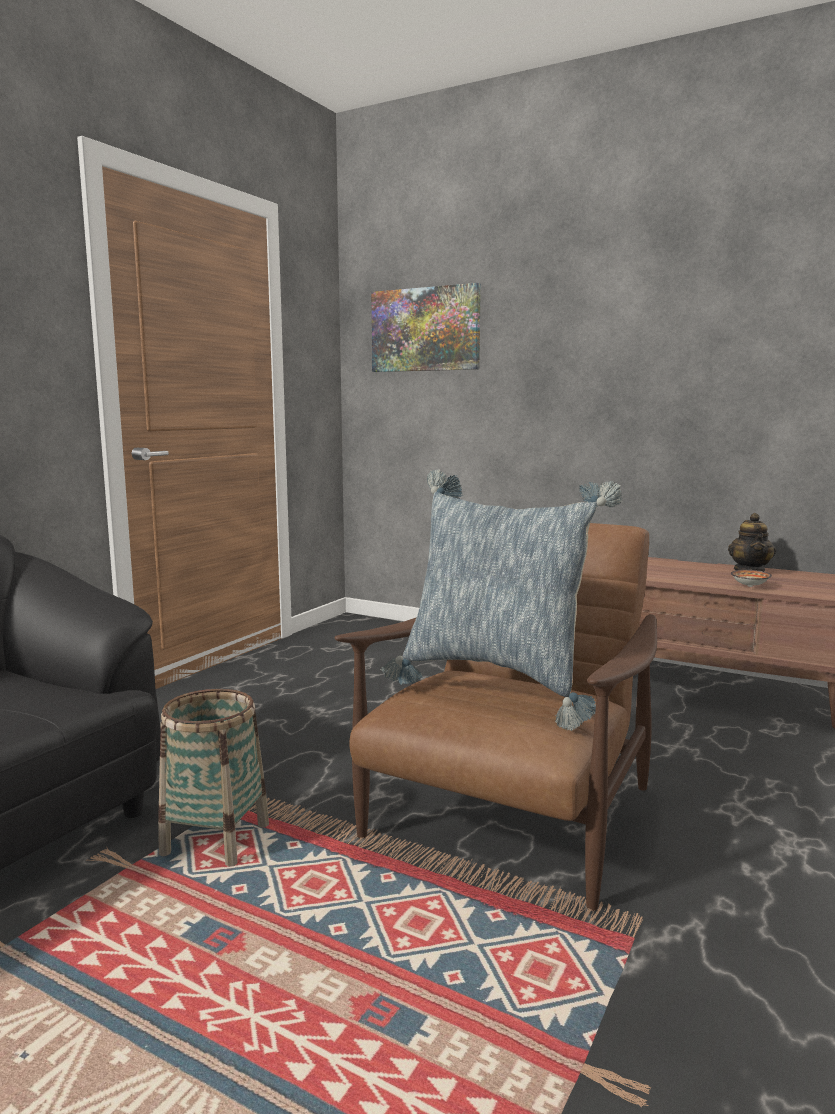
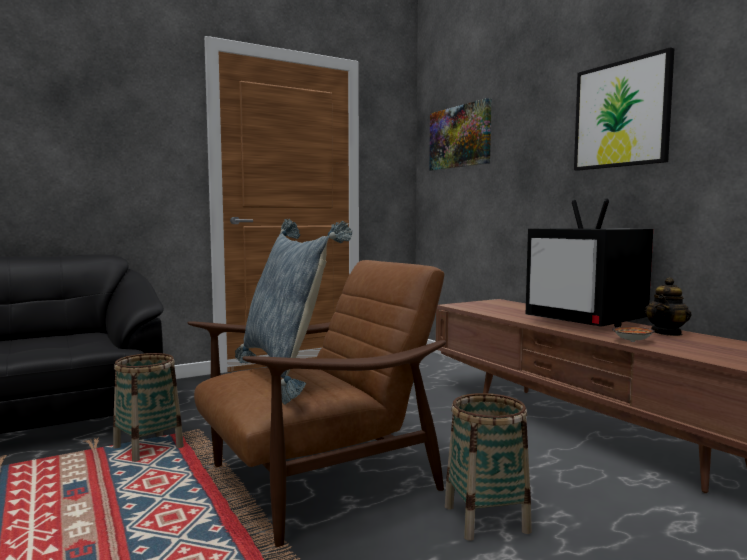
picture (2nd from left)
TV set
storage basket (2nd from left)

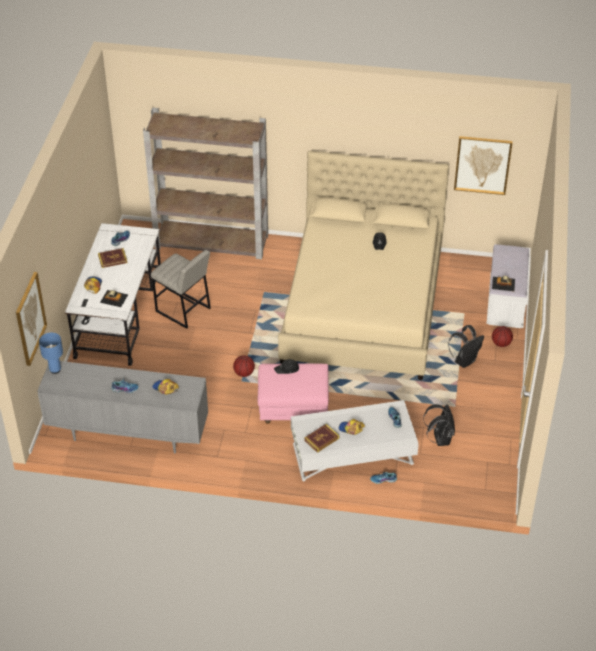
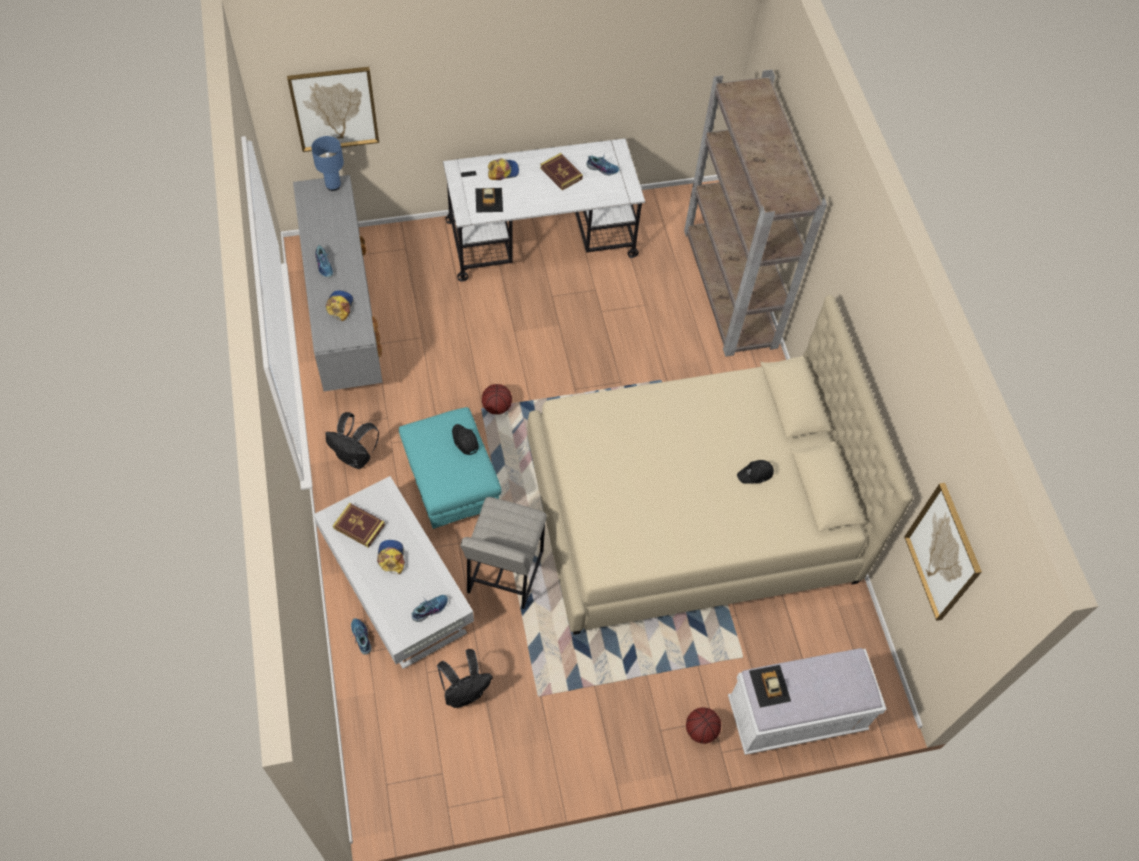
grey plain chair
blackish backpack (1st from left)
turquoise-coloured footrest

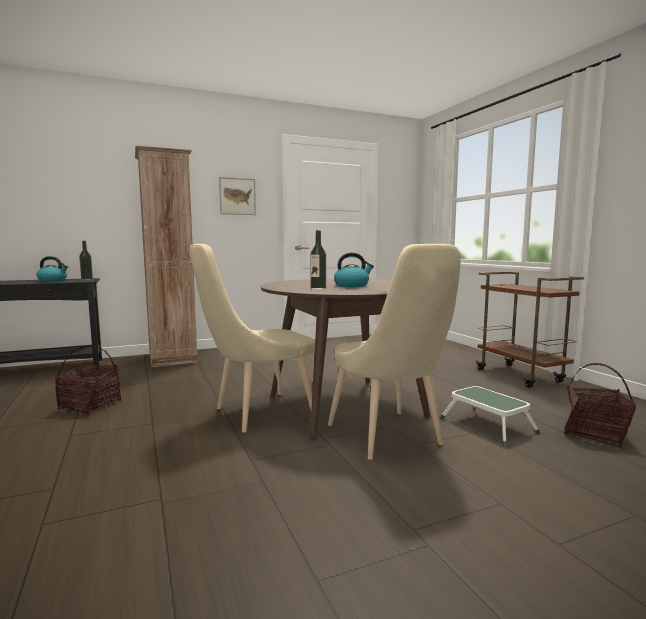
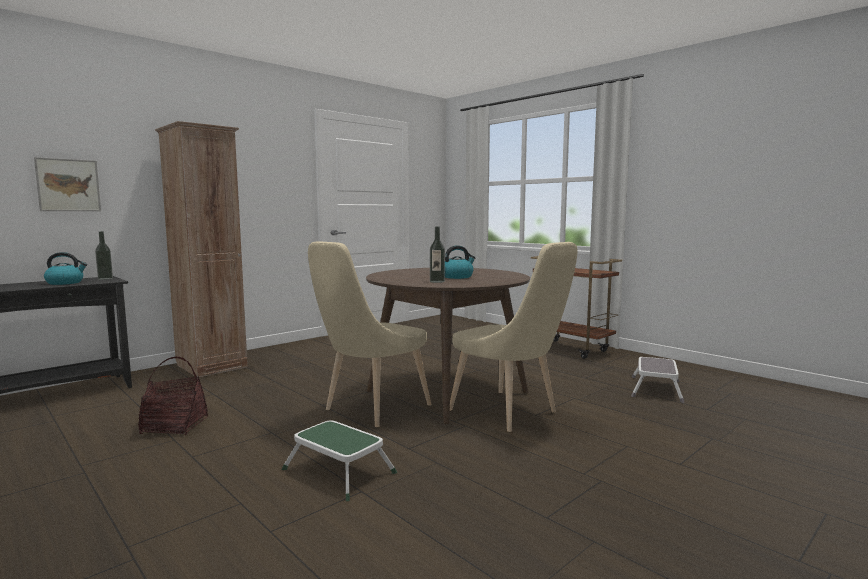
picture
grey stepladder
green stepladder

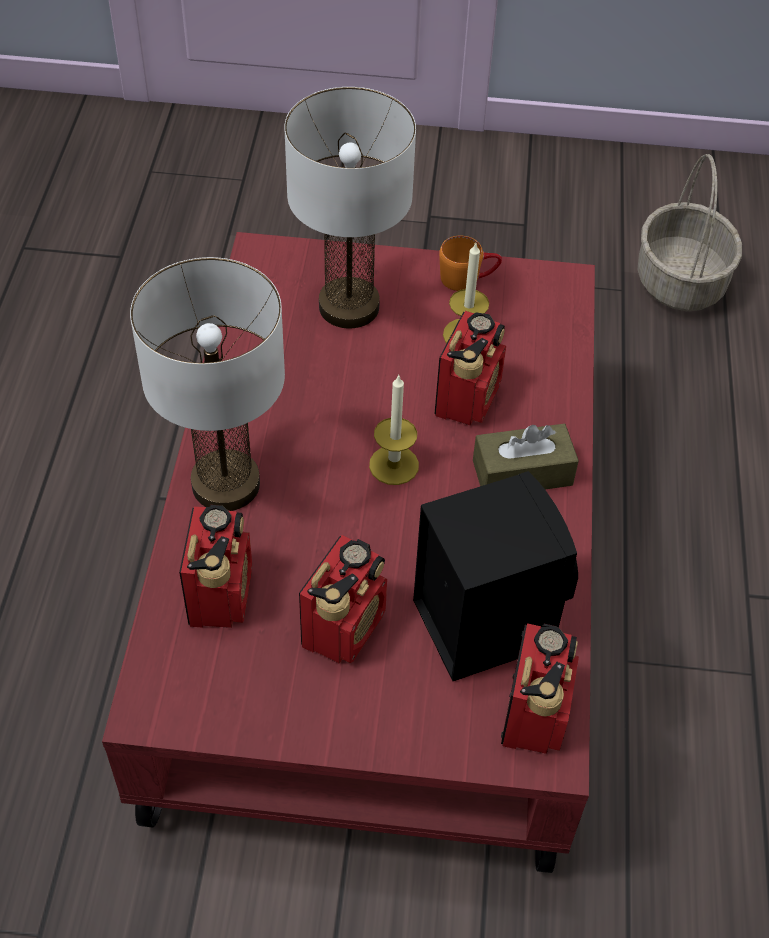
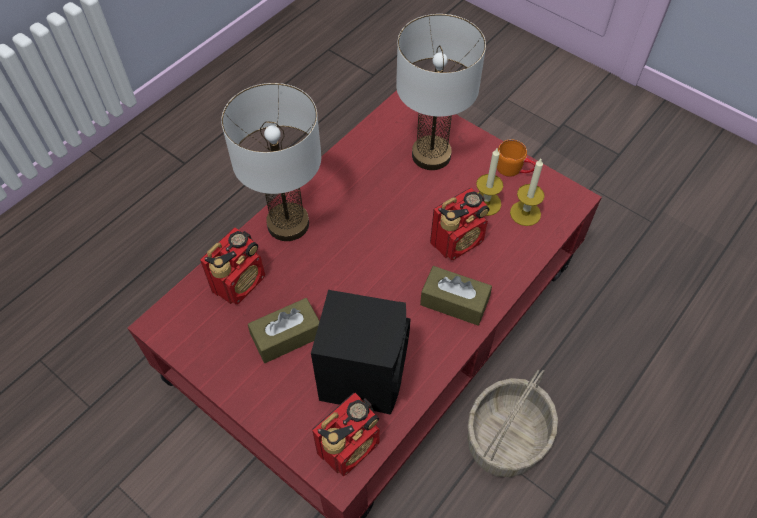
storage basket
candle (2nd from left)
brownish box of tissues (1st from left)

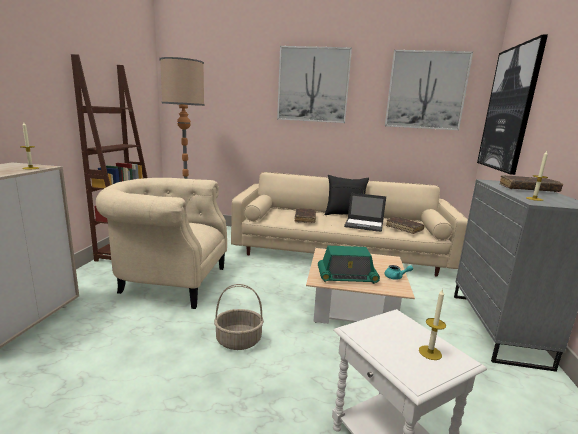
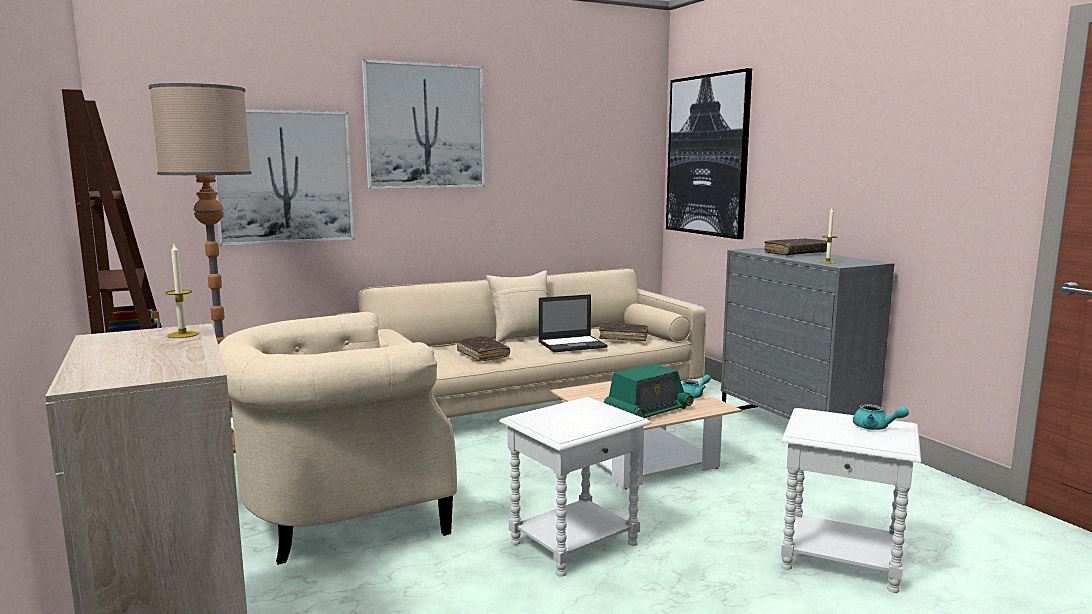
picture (1st from left)
beige-coloured pillow
whitish end table (1st from left)
turquoise-coloured pot for tea (2nd from left)

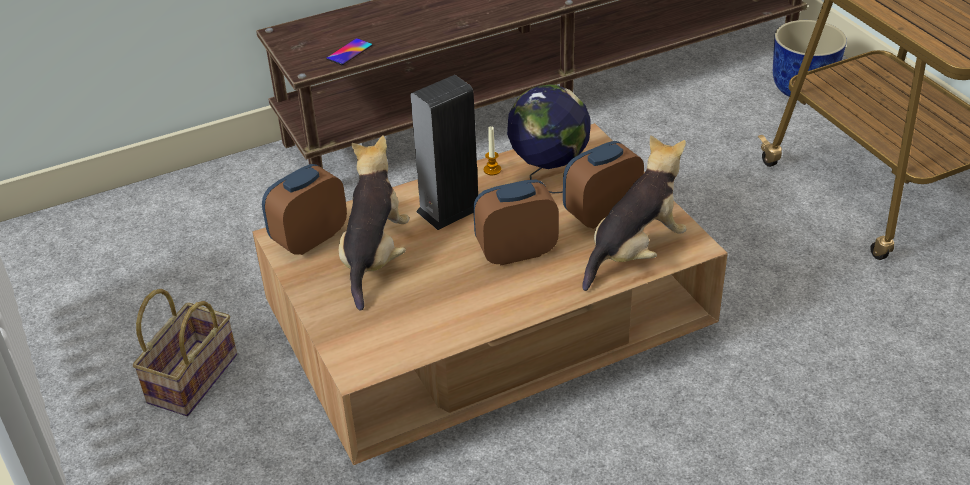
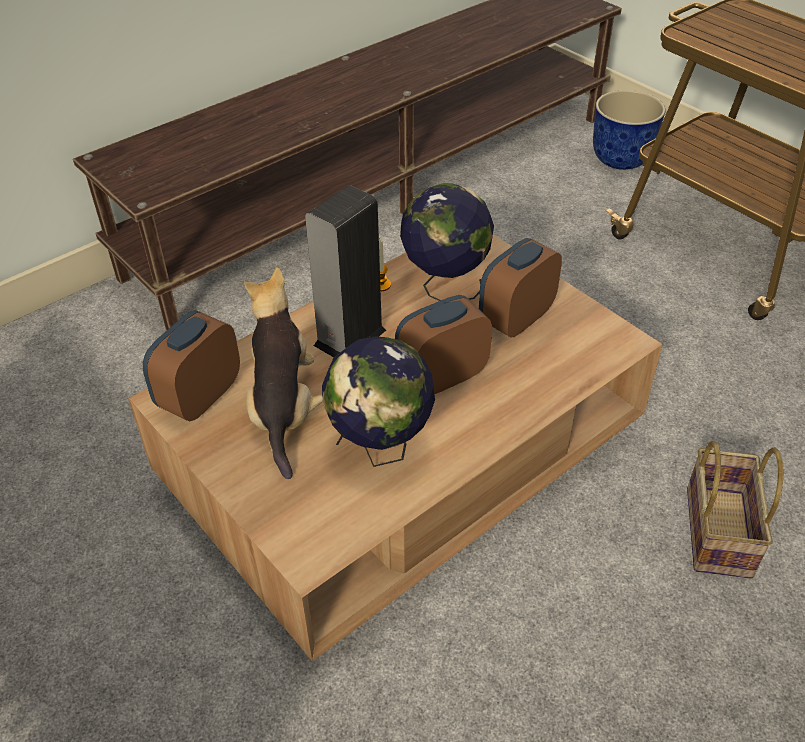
phone
cuddly toy (2nd from left in the first image)
storage basket
desk globe (1st from left)

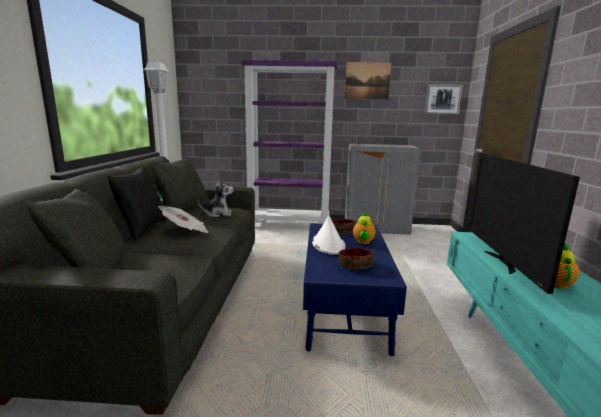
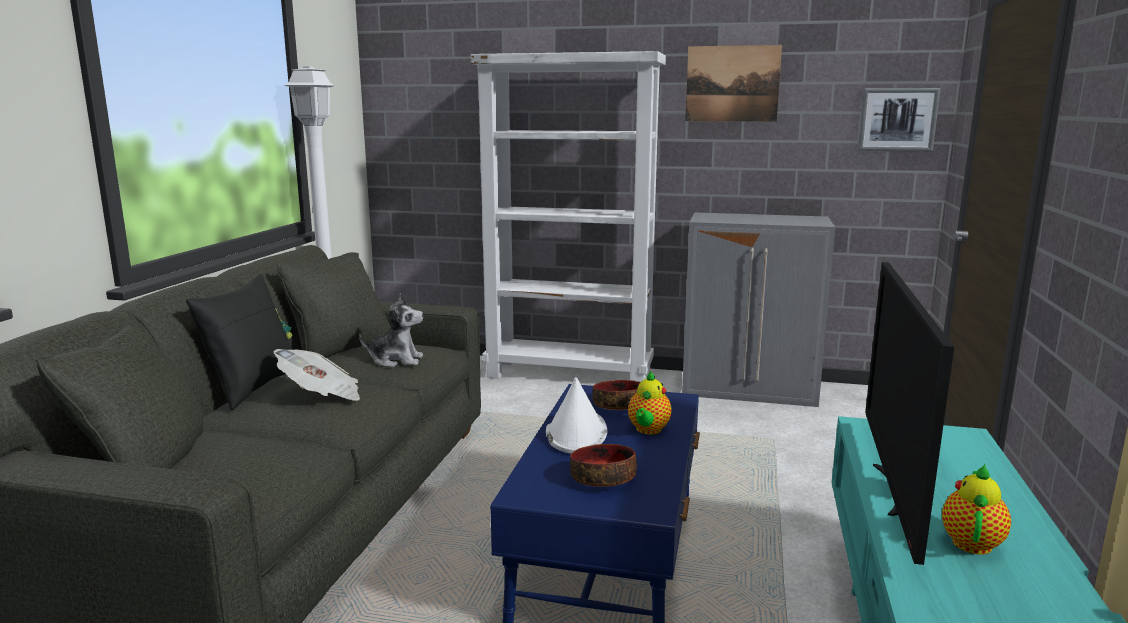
whitish bookshelf

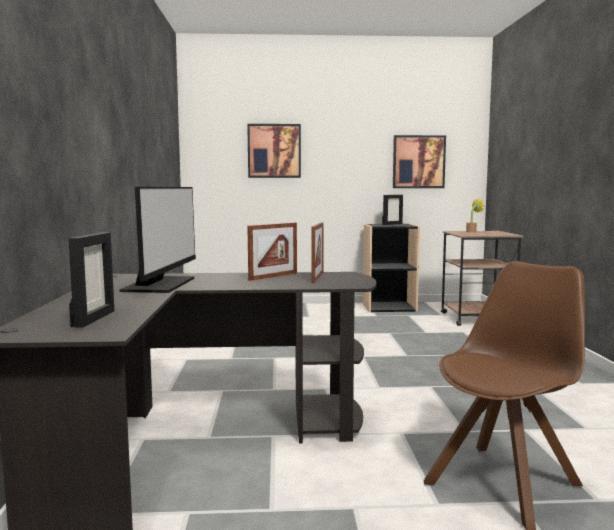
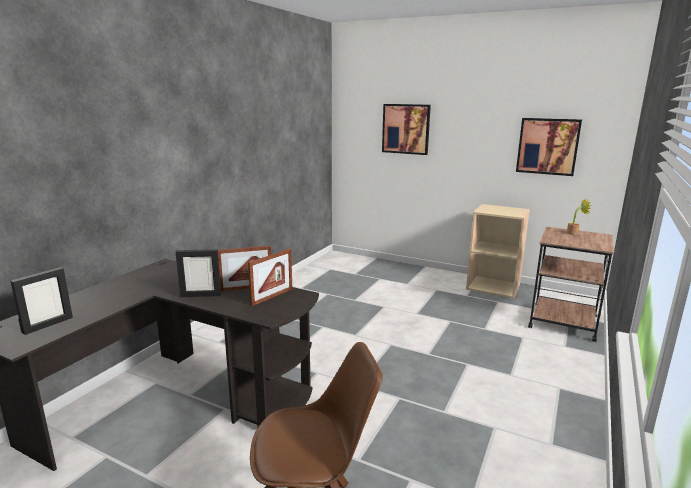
computer display
picture frame (2nd from left)
beige-coloured bookshelf

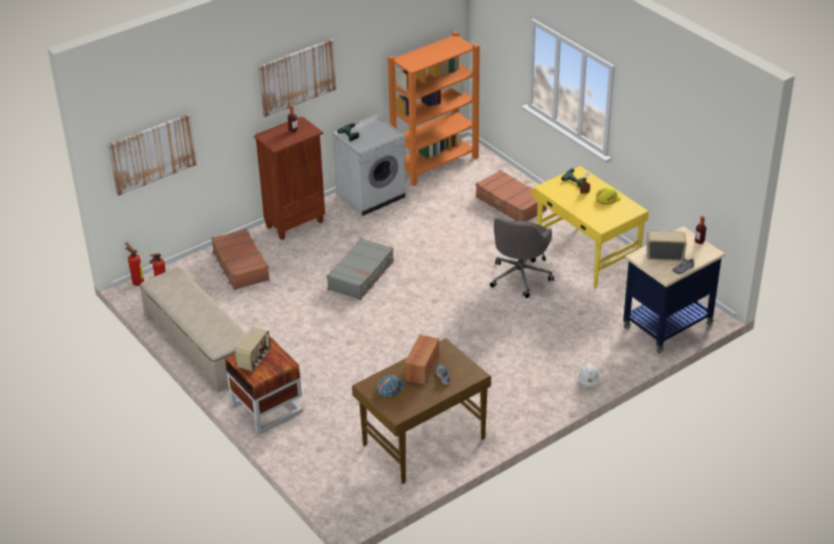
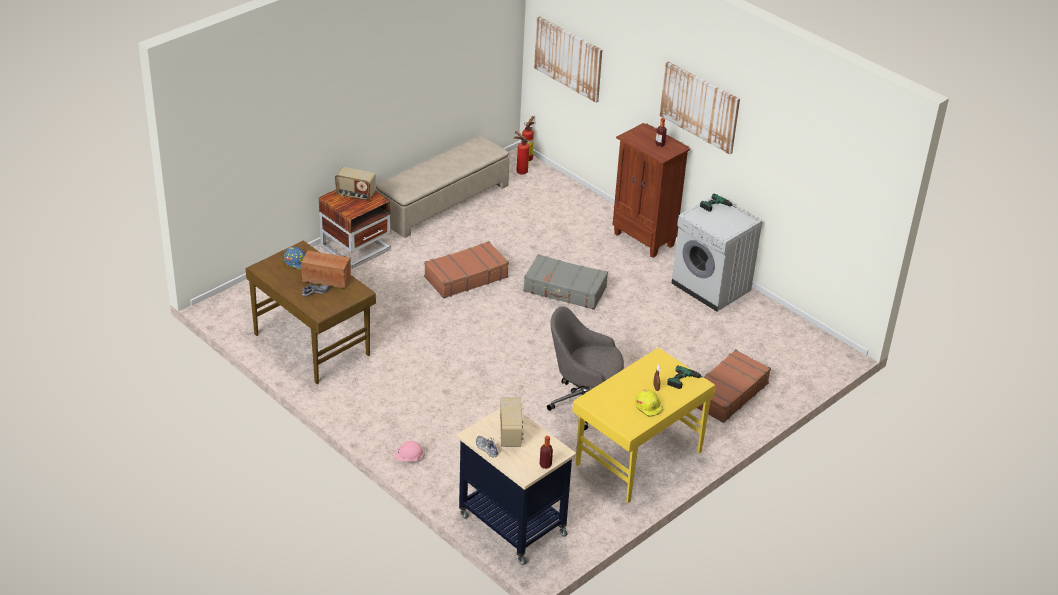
orangey bookshelf
brownish piece of luggage (1st from left)
pinkish hard hat

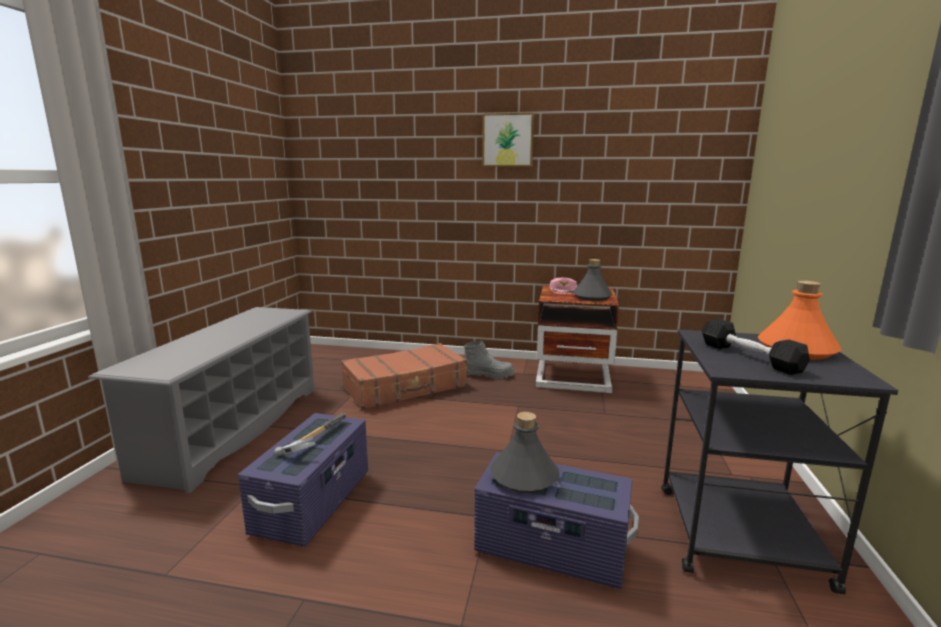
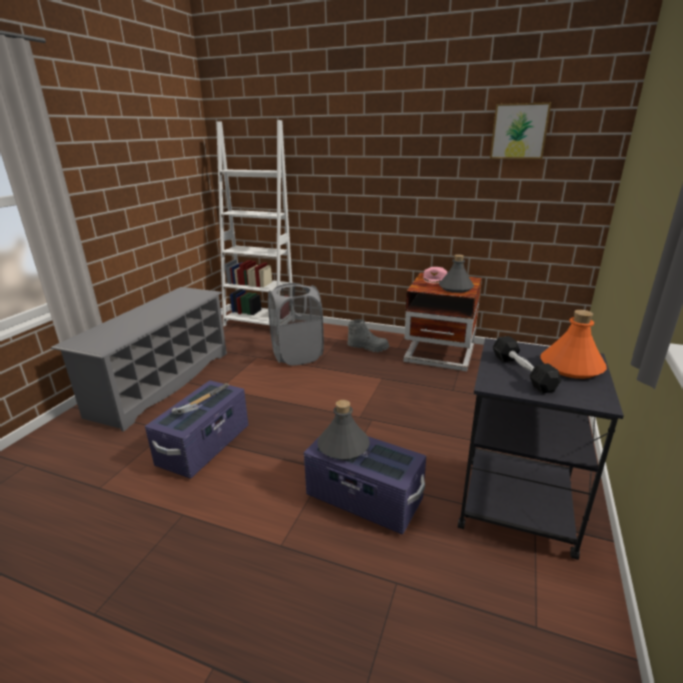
picture
grey hamper
whitish bookshelf

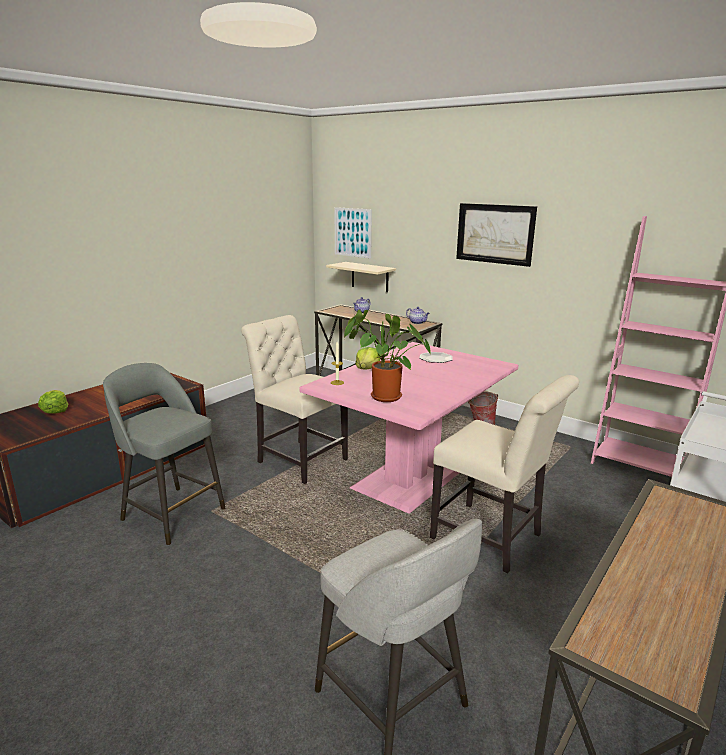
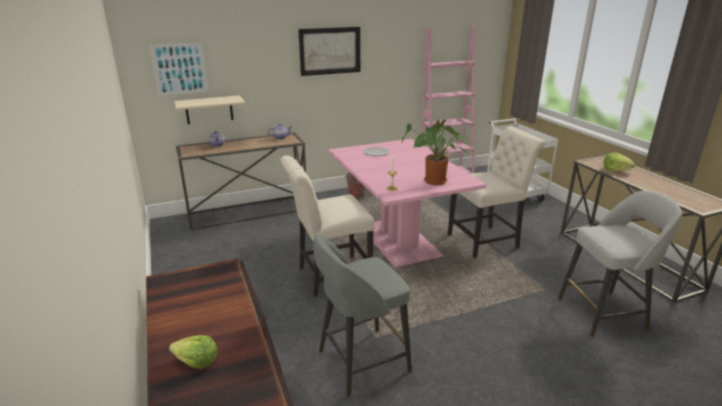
lettuce head (2nd from left)

